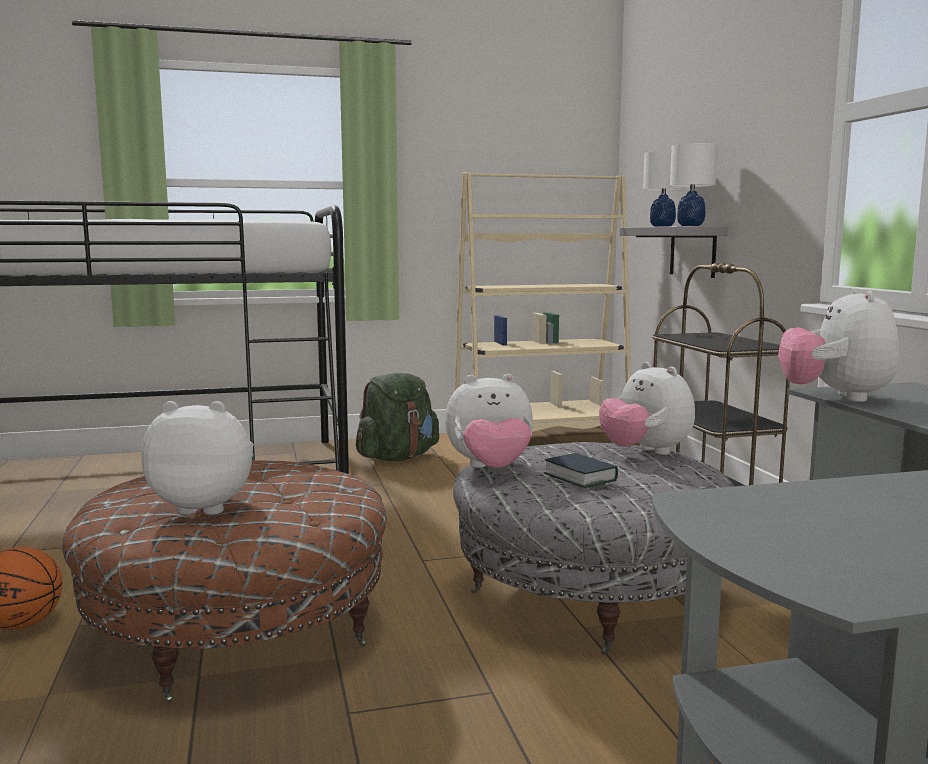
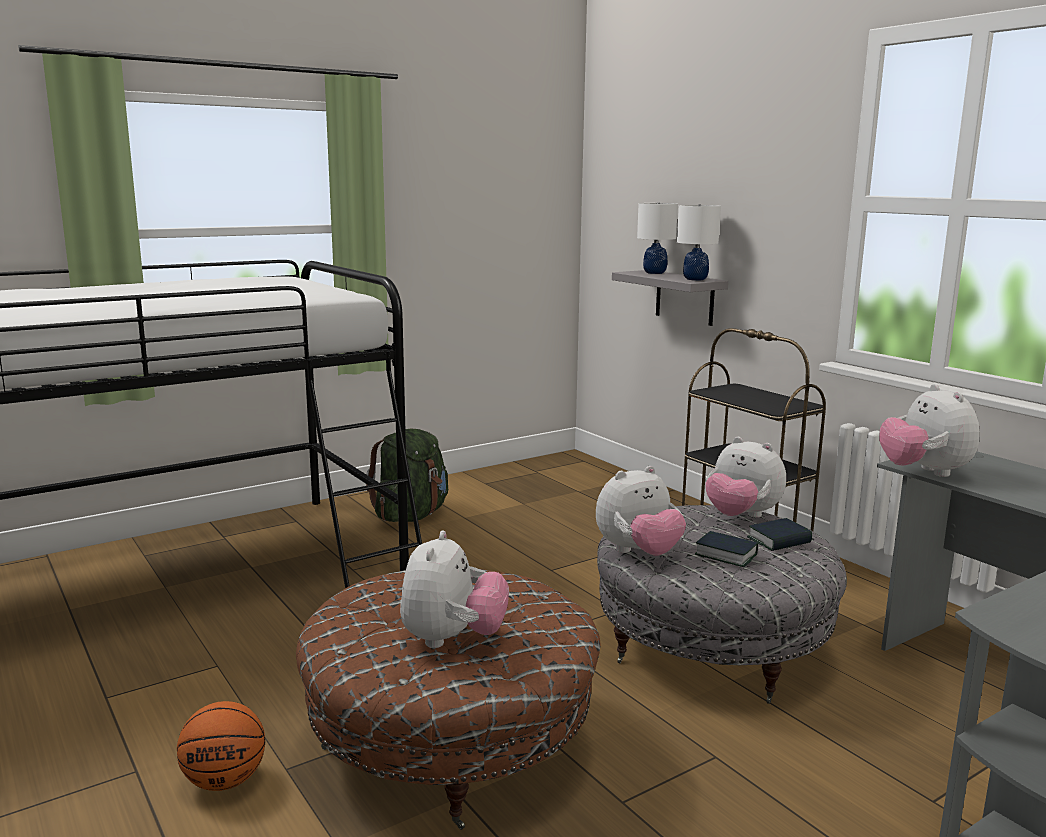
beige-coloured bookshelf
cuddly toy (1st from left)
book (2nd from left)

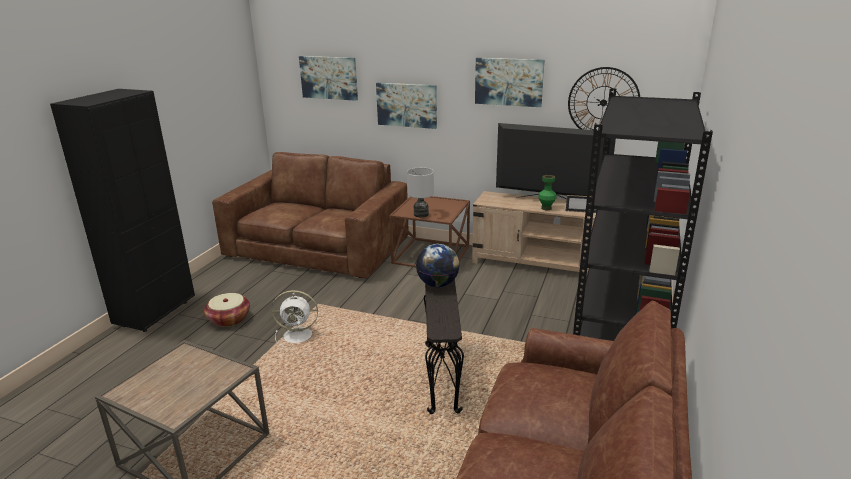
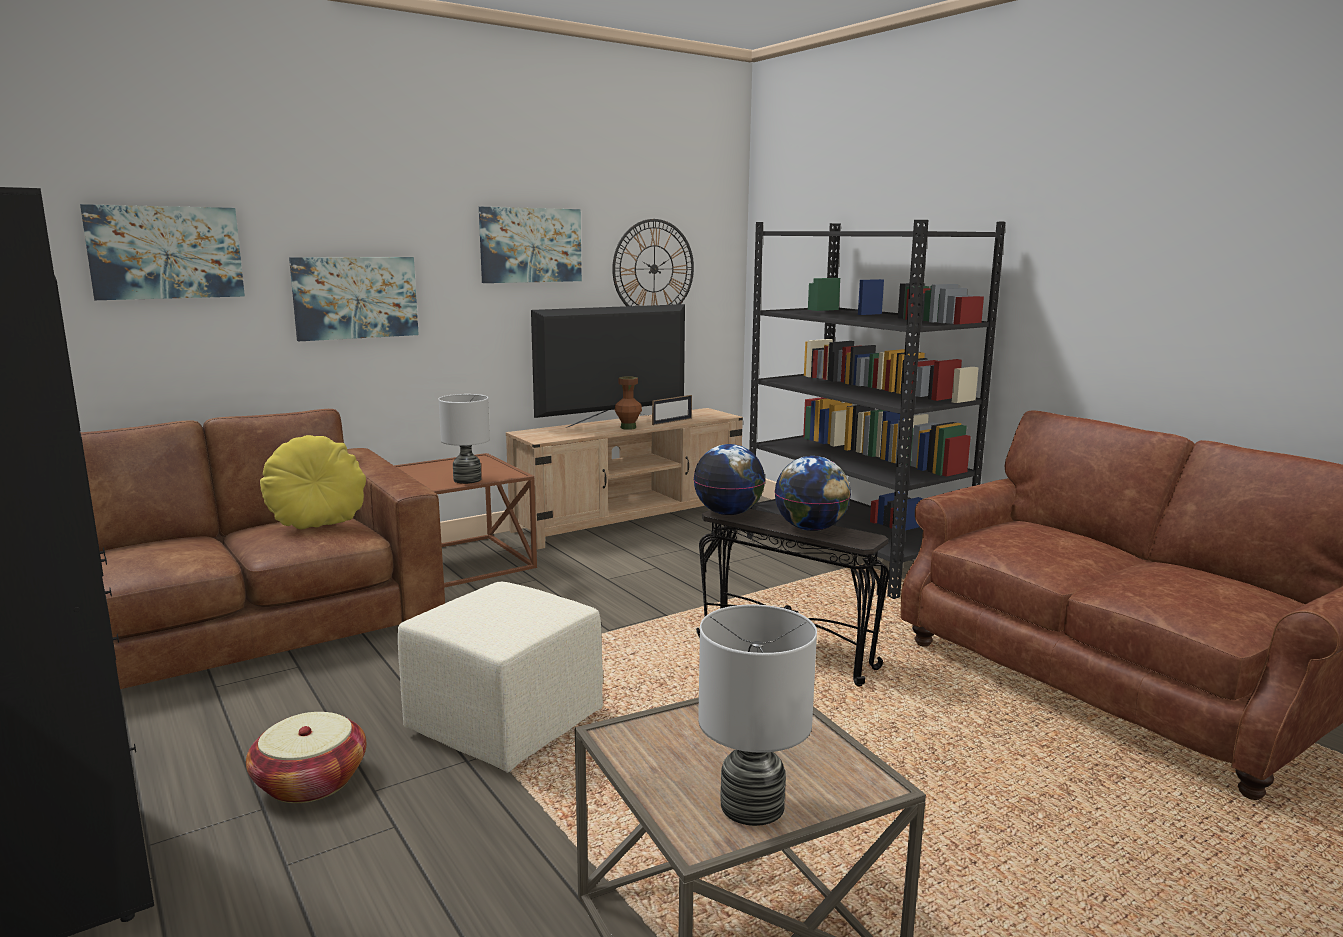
brownish decorative vase
beige-coloured footrest
yellow-coloured pillow
desk globe (2nd from left)
grey lamp for a table (2nd from left)

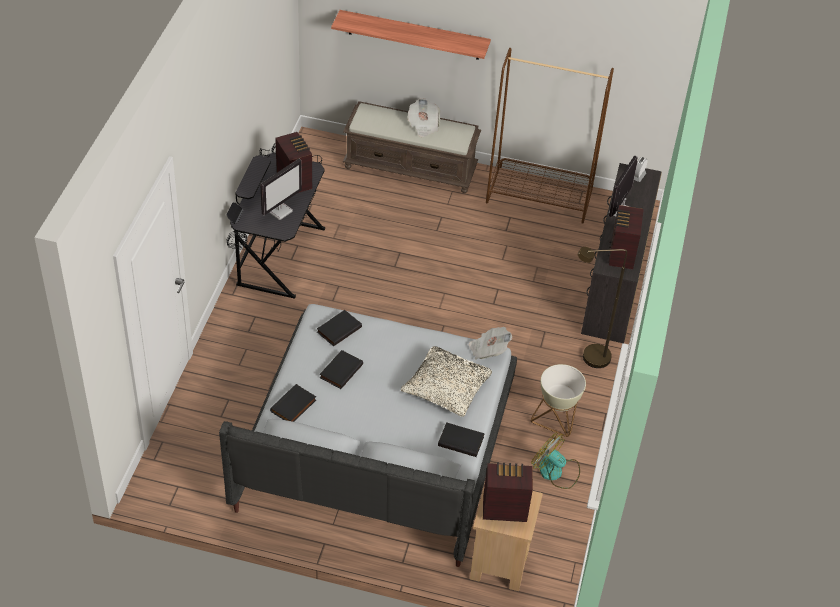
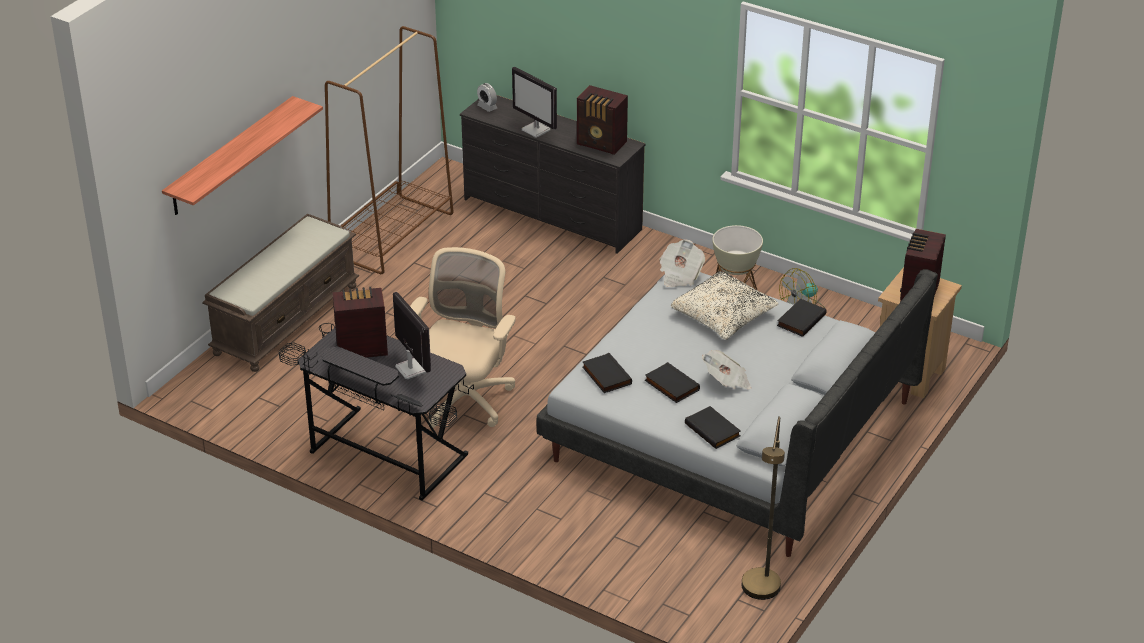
daily paper (2nd from left)
brownish floor lamp
beige-coloured desk chair

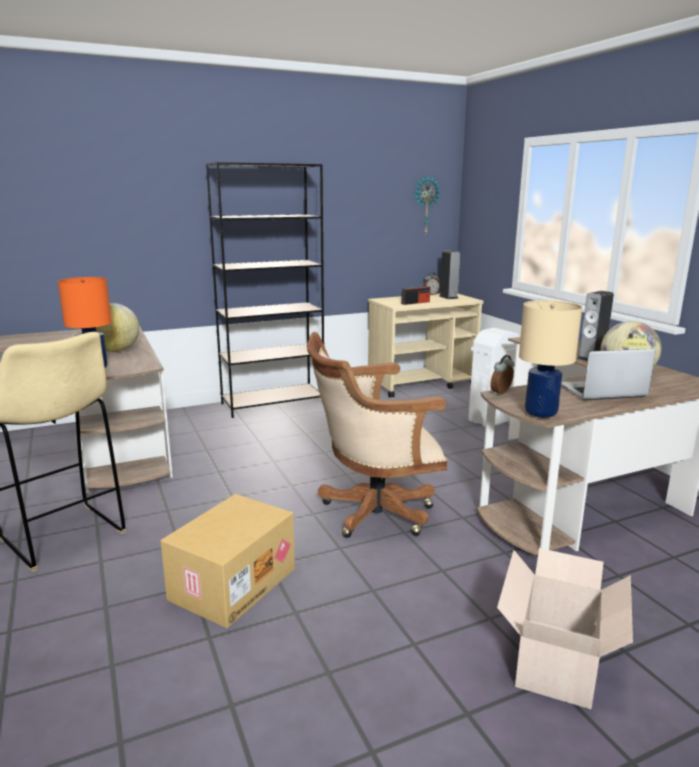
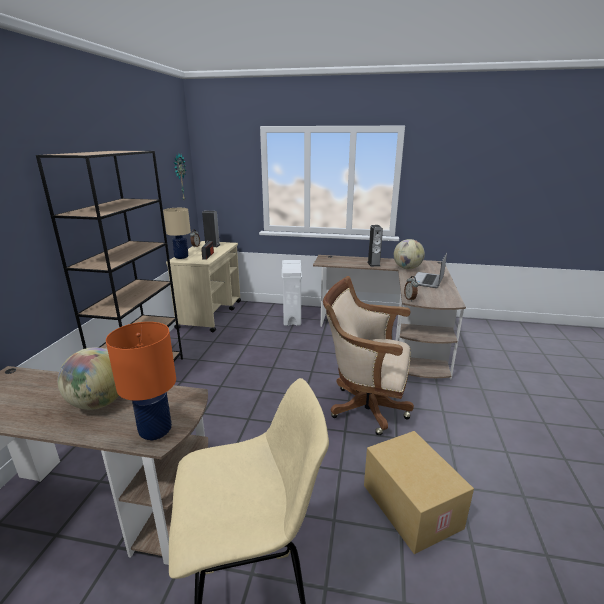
beige-coloured lamp for a table
desk chair
packing box (2nd from left in the first image)

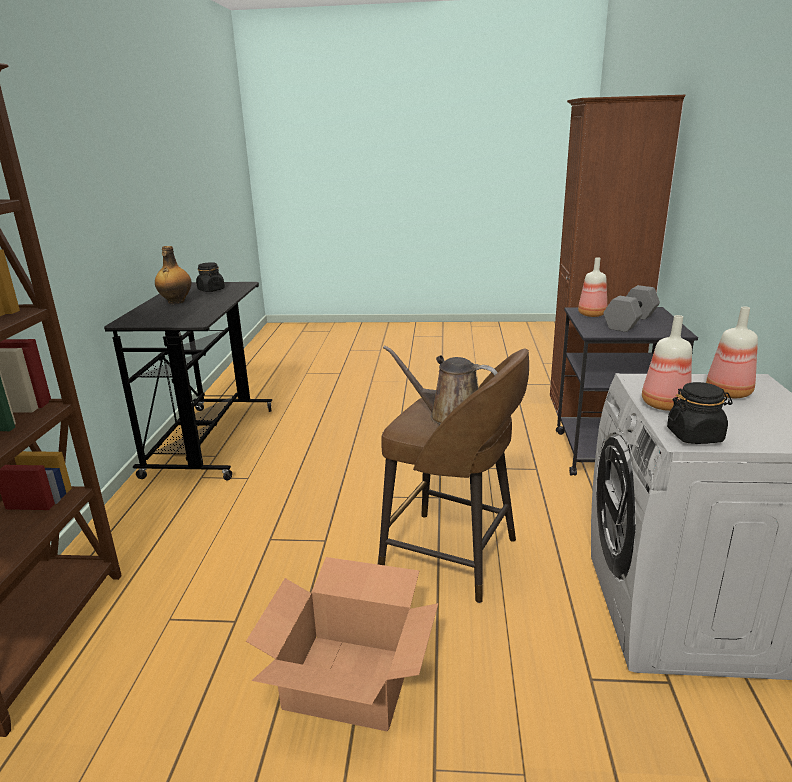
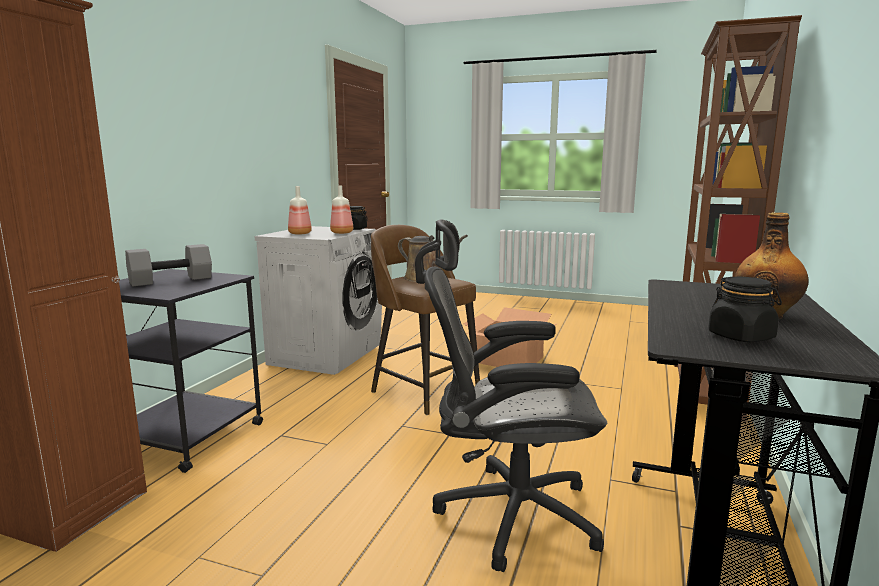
bottle (2nd from left in the first image)
desk chair

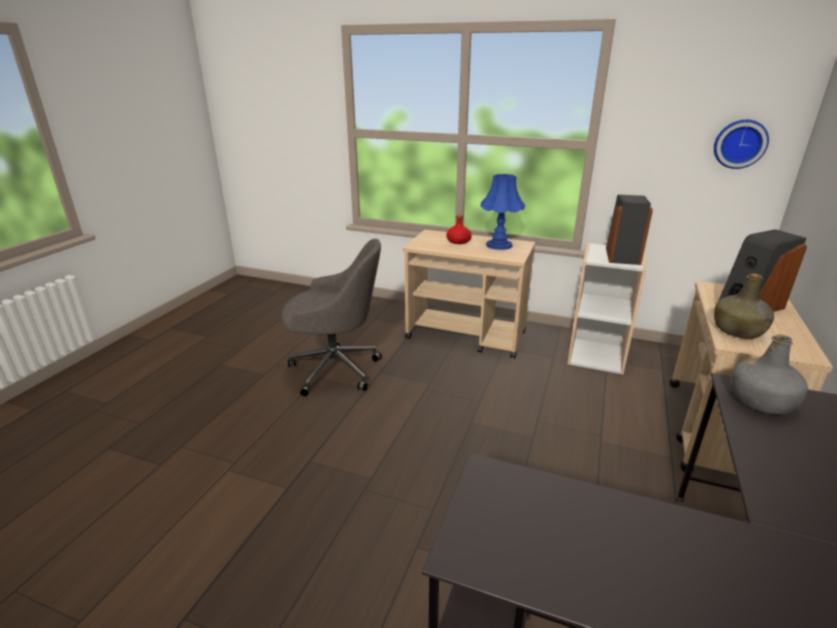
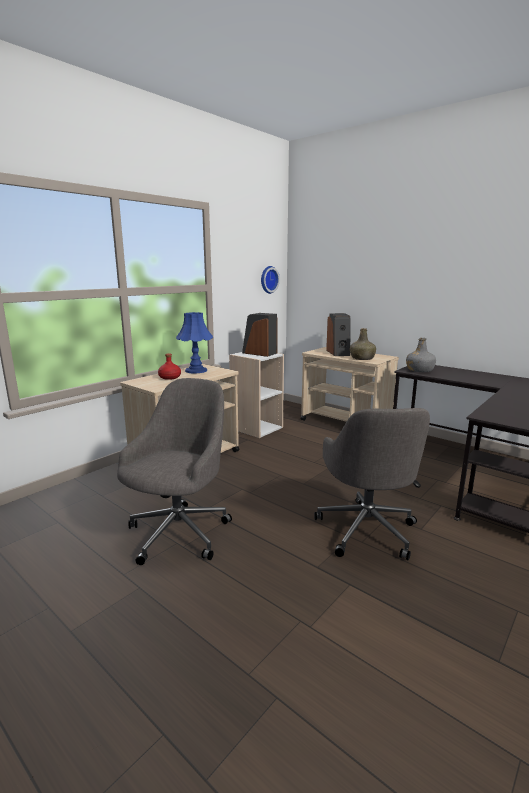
grey desk chair (2nd from left)

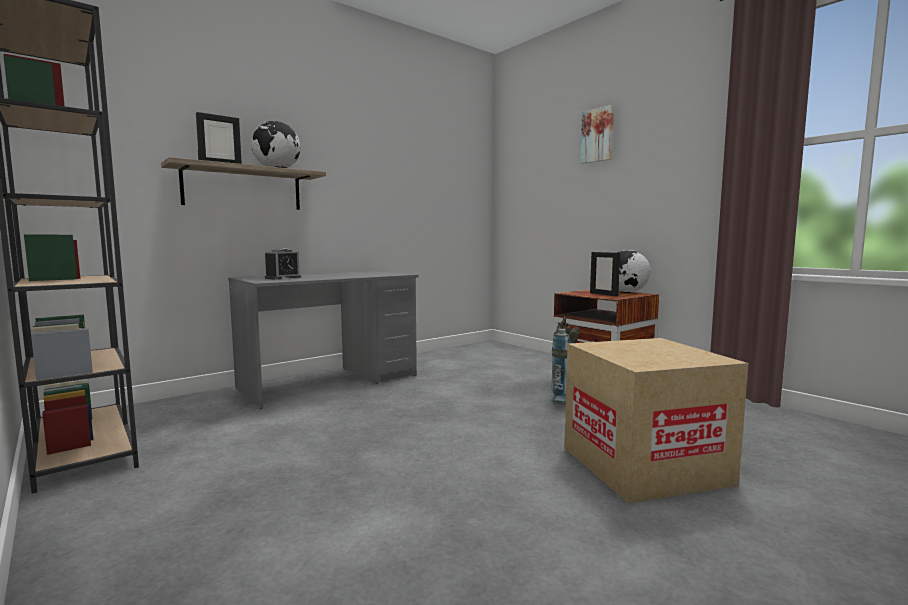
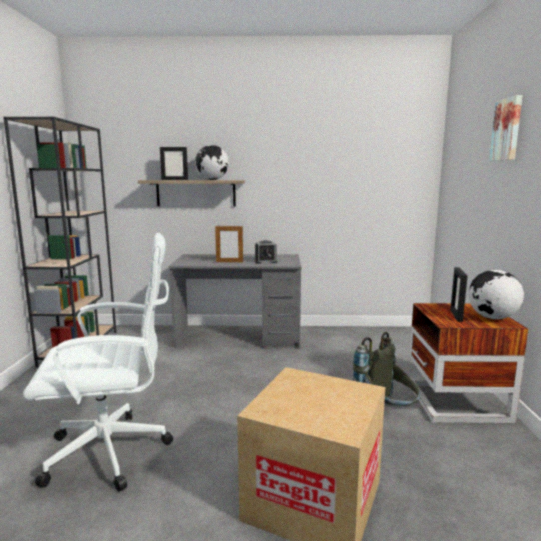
alarm clock
picture frame (2nd from left)
whitish desk chair

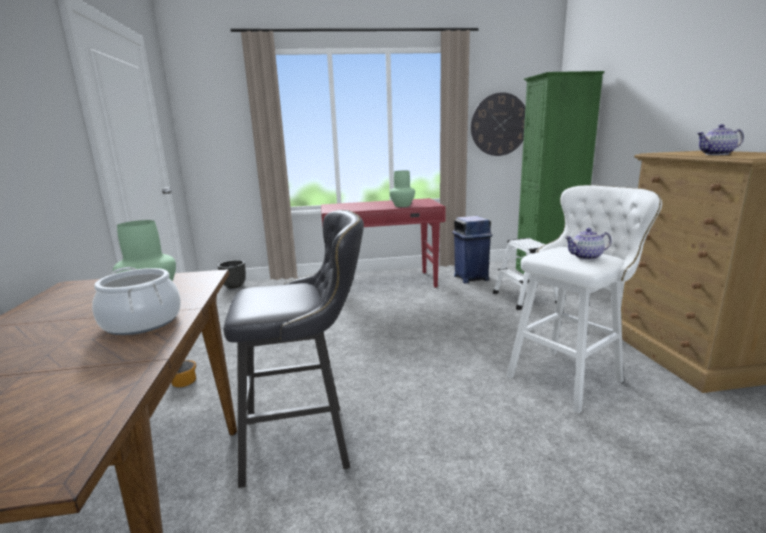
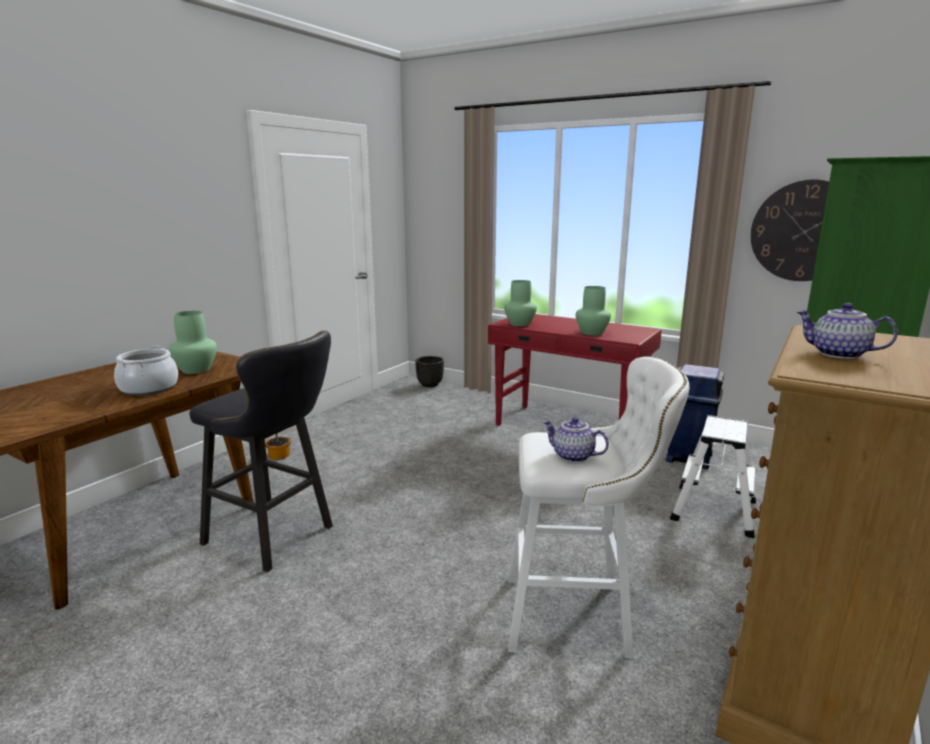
green decorative vase (2nd from left)

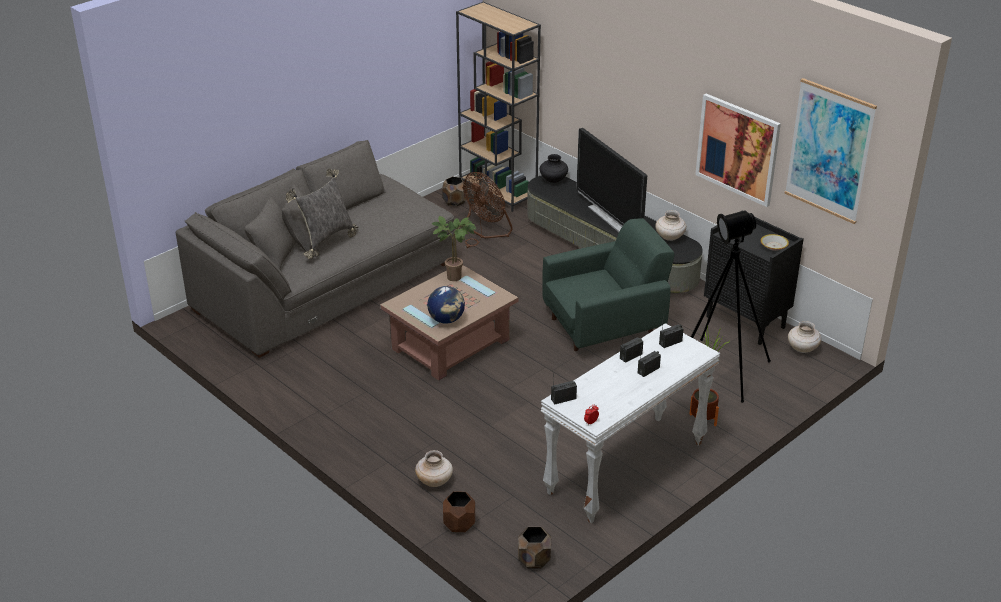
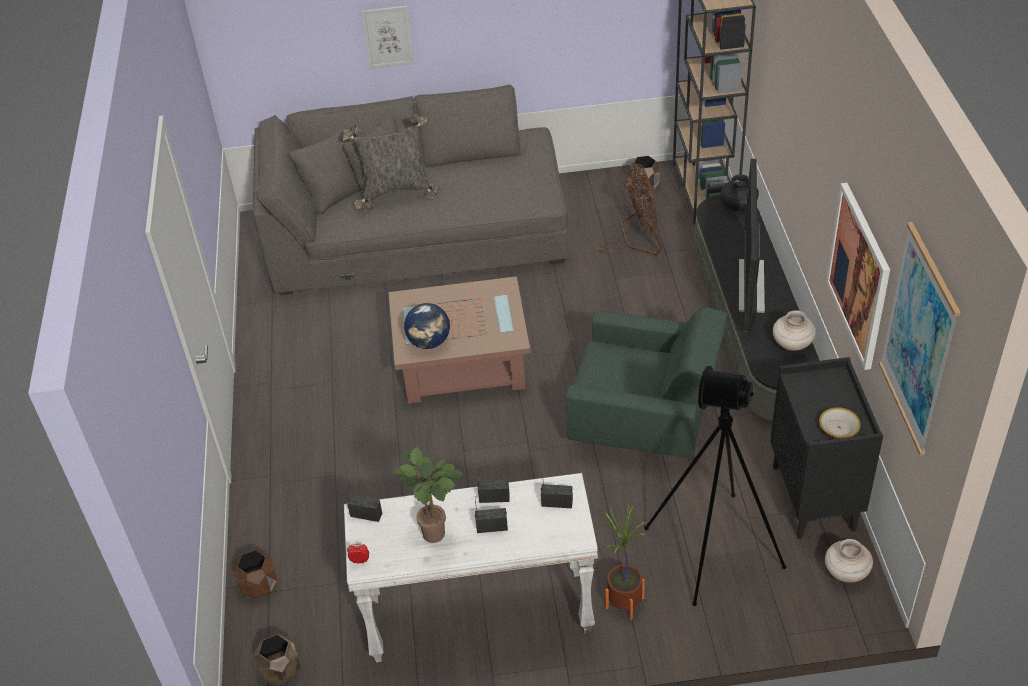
houseplant (1st from left)
beige-coloured decorative vase (1st from left in the first image)
picture (1st from left)

